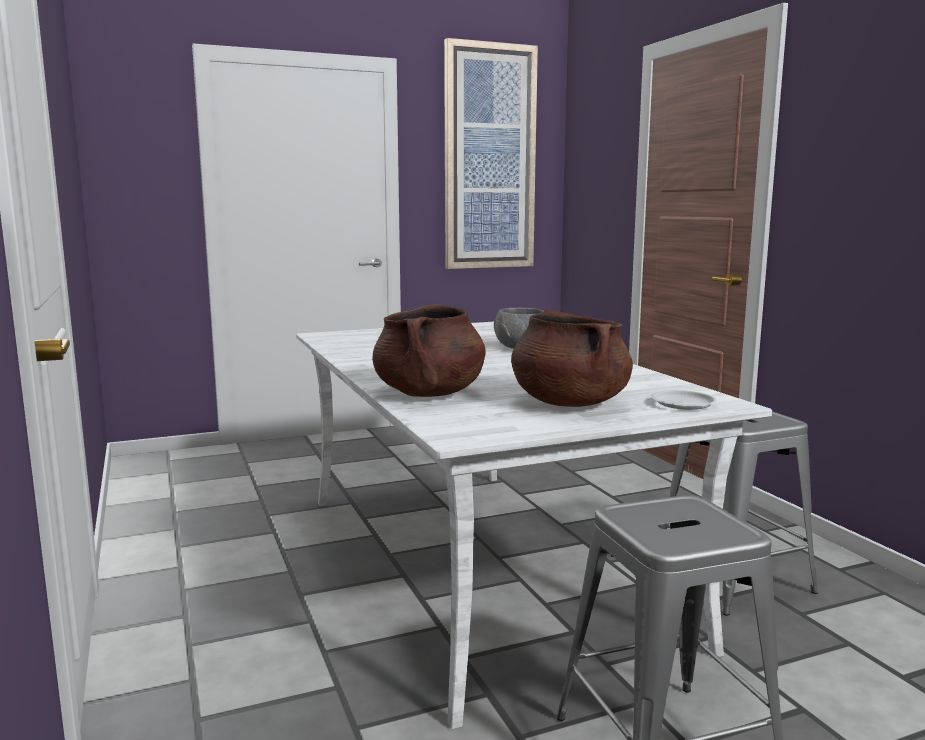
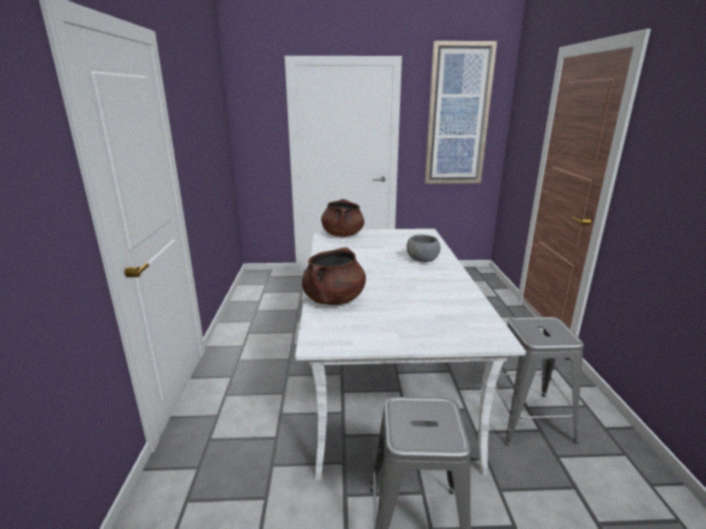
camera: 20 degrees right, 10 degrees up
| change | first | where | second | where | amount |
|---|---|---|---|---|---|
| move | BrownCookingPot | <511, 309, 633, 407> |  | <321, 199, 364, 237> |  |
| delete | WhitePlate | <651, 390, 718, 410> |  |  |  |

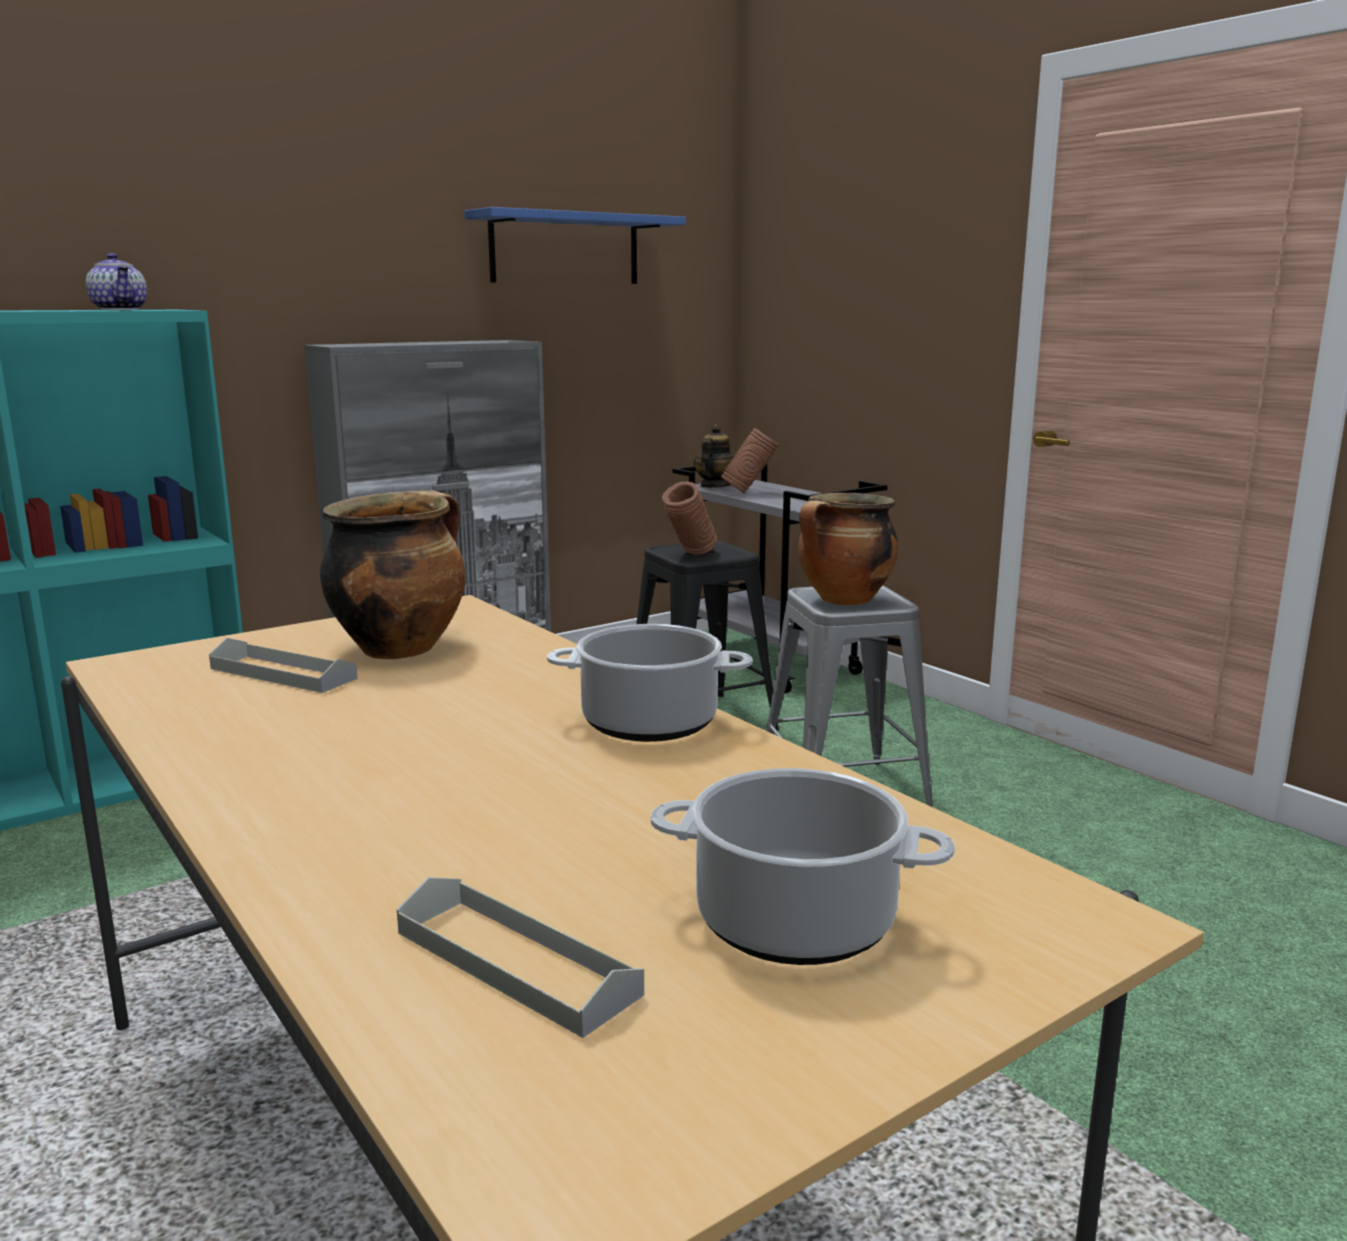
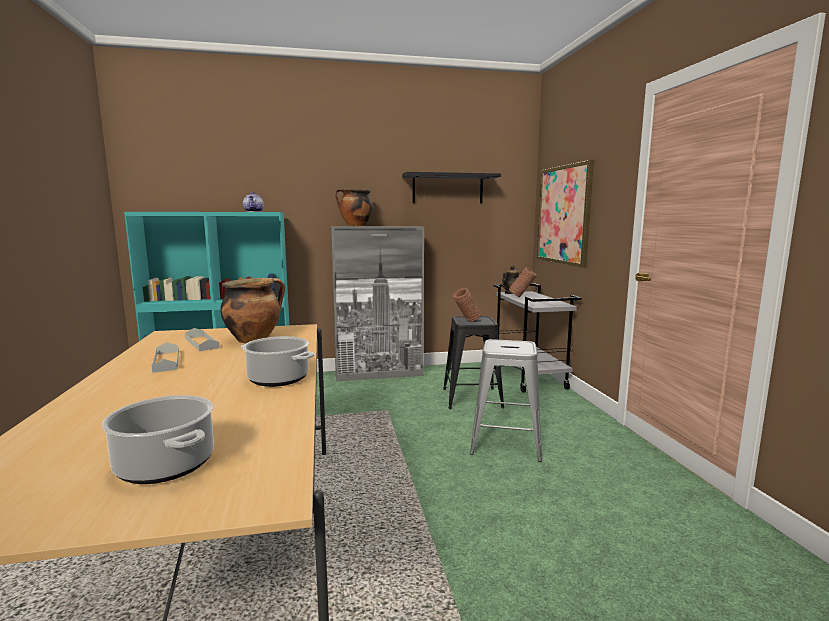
camera: 25 degrees right, 5 degrees down
| change | first | where | second | where | amount |
|---|---|---|---|---|---|
| move | GreyTray | <397, 877, 644, 1038> |  | <152, 342, 179, 373> |  |
| recolor | BlueShelf | <464, 207, 686, 284> | BlackShelf | <402, 172, 501, 203> |  |
| move | CookingPot | <798, 493, 898, 606> |  | <335, 189, 373, 226> |  |
| insert |  |  | Picture | <536, 160, 594, 268> |  |

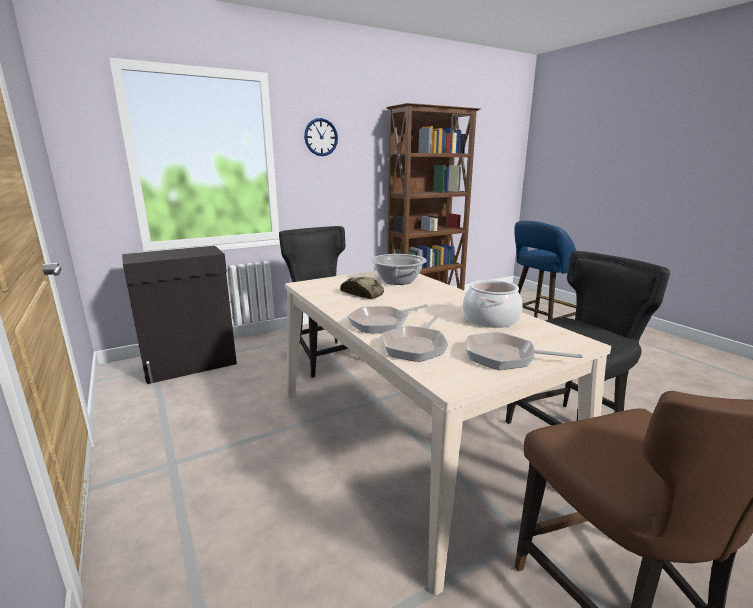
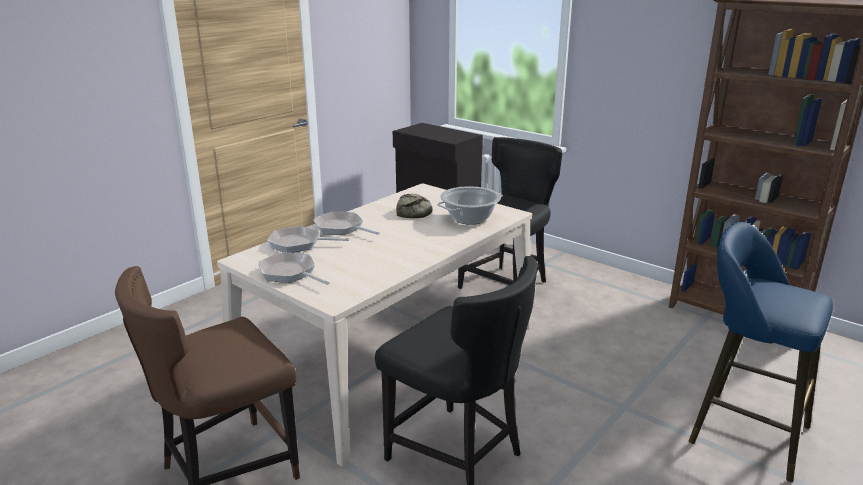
camera: 70 degrees right, 5 degrees up
| change | first | where | second | where | amount |
|---|---|---|---|---|---|
| delete | WallClock | <304, 118, 338, 156> |  |  |  |
| delete | CookingPot | <463, 280, 523, 328> |  |  |  |
| rotate | FryingPan | <465, 332, 583, 370> |  | <259, 252, 330, 285> | 45 degrees counterclockwise |

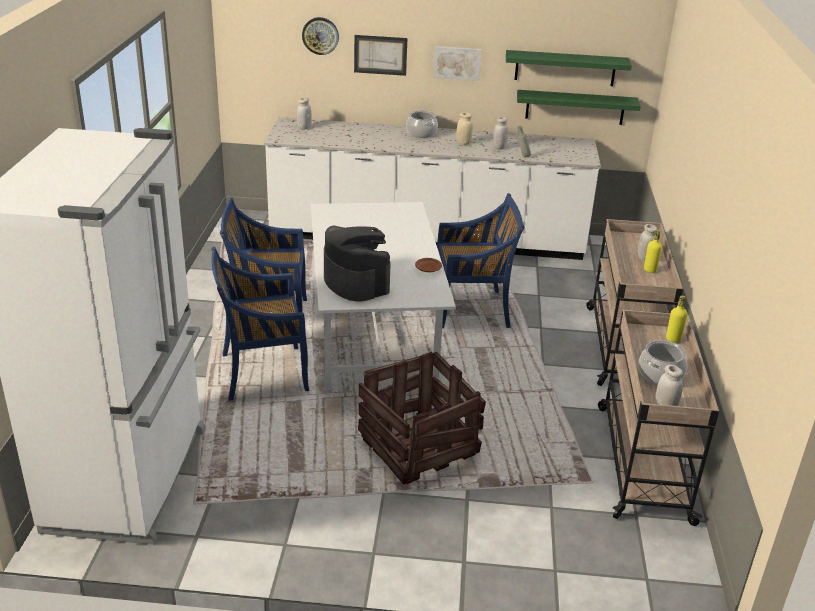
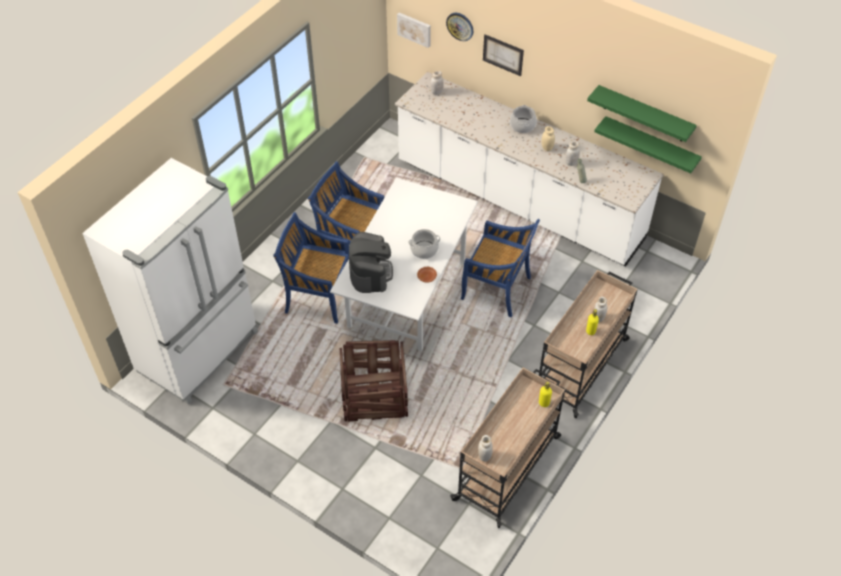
camera: 30 degrees right, 20 degrees up
| change | first | where | second | where | amount |
|---|---|---|---|---|---|
| move | Picture | <433, 46, 482, 81> |  | <397, 13, 431, 48> |  |
| move | CookingPot | <638, 340, 687, 385> |  | <408, 229, 440, 259> |  |

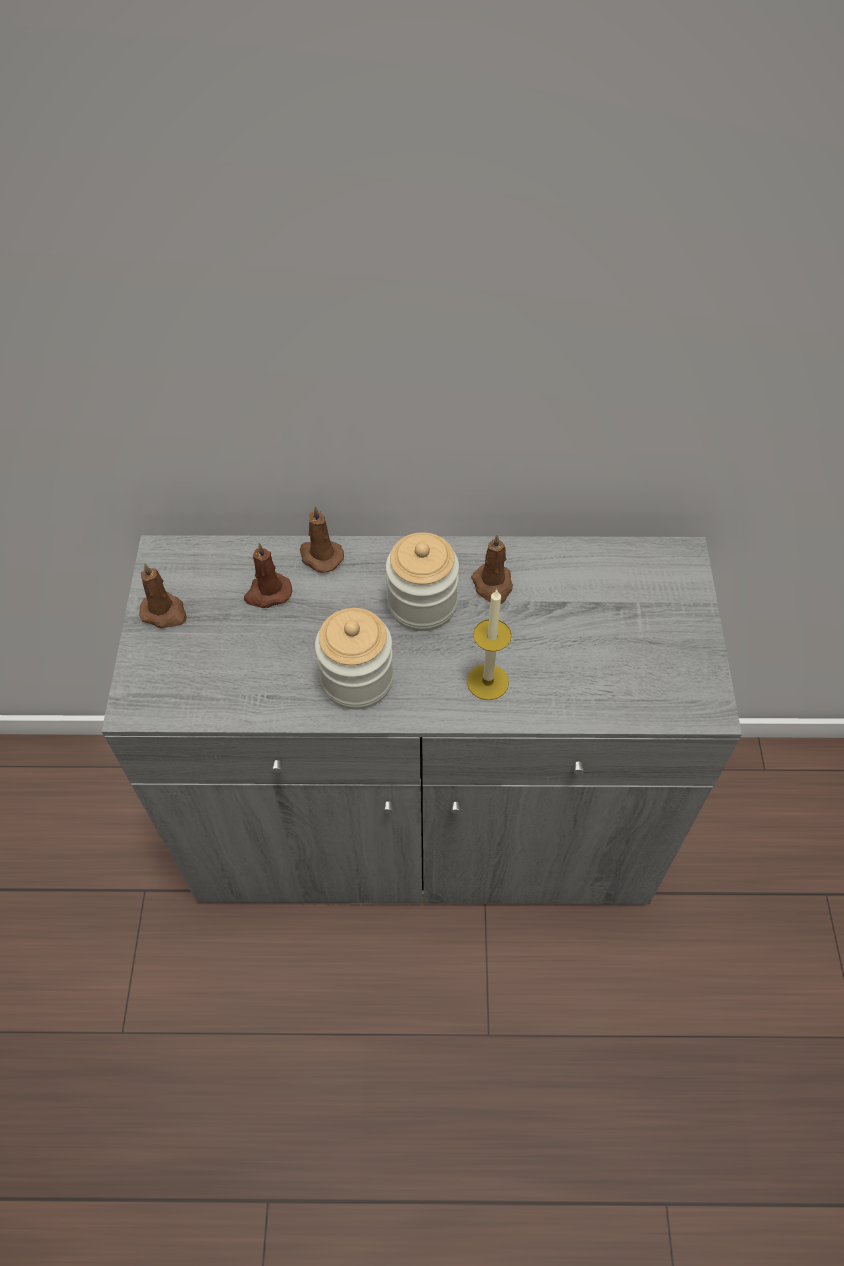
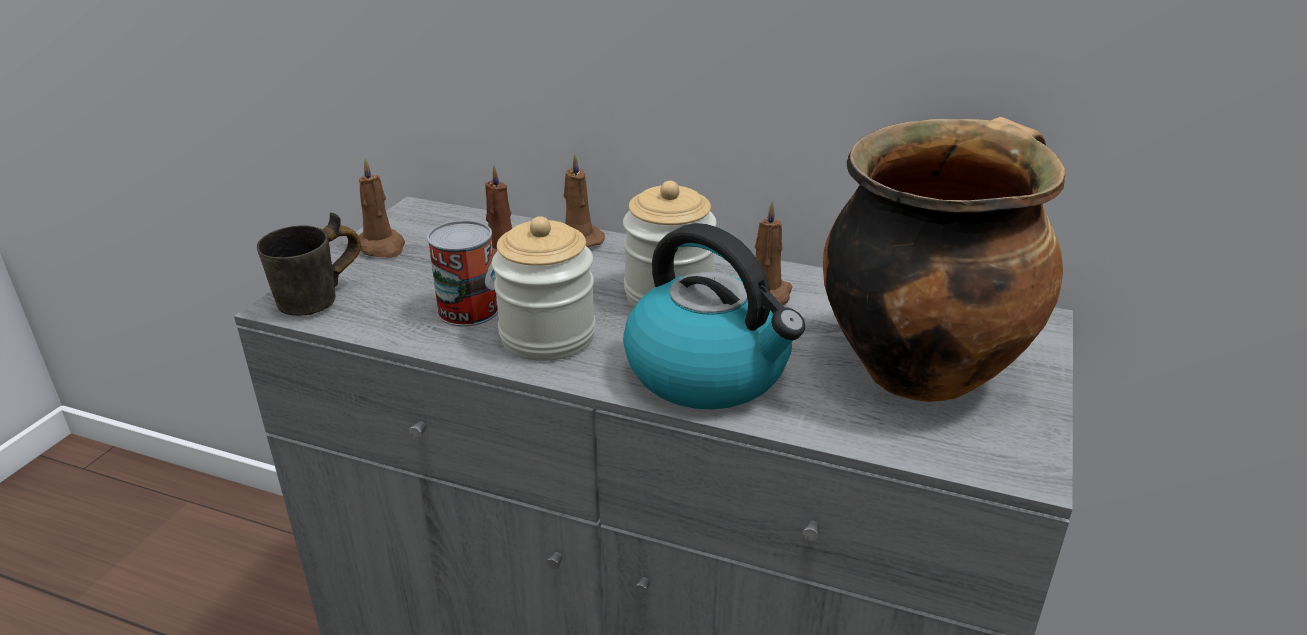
camera: 20 degrees right, 25 degrees down
| change | first | where | second | where | amount |
|---|---|---|---|---|---|
| replace | Candle | <467, 589, 512, 700> | Kettle | <623, 223, 805, 409> |  |
| insert |  |  | GreyMug | <257, 212, 361, 316> |  |
| insert |  |  | Can | <427, 220, 498, 326> |  |
| insert |  |  | CookingPot | <823, 117, 1065, 402> |  |

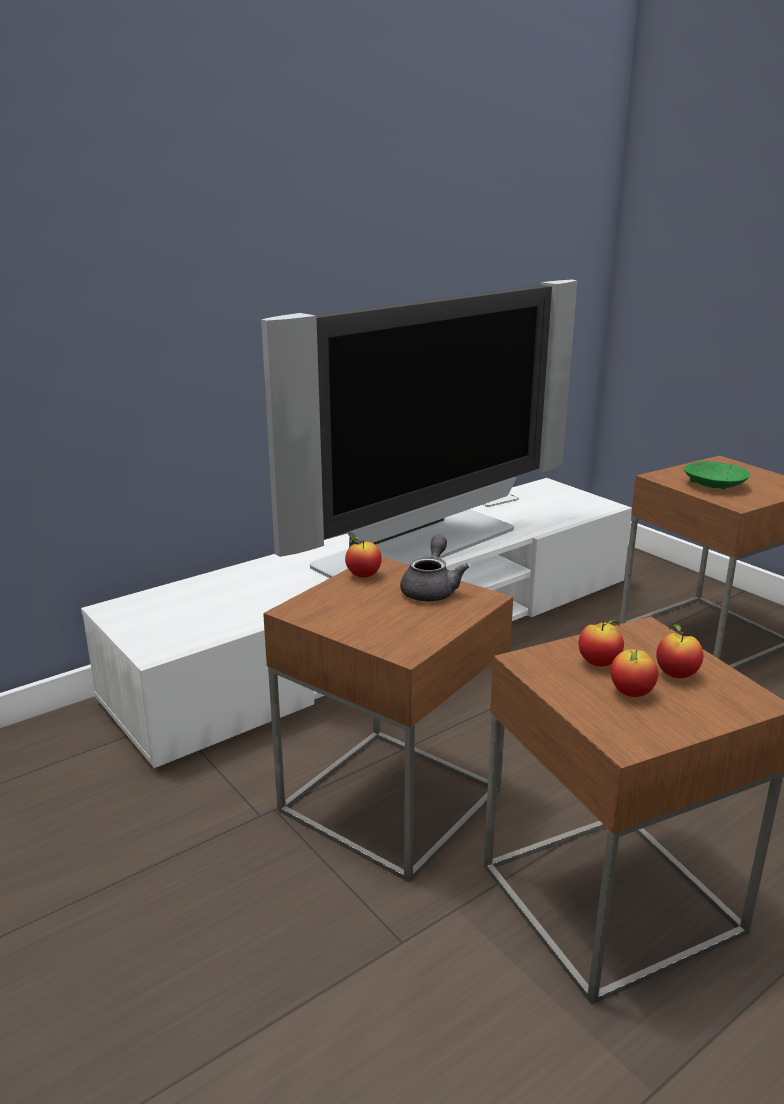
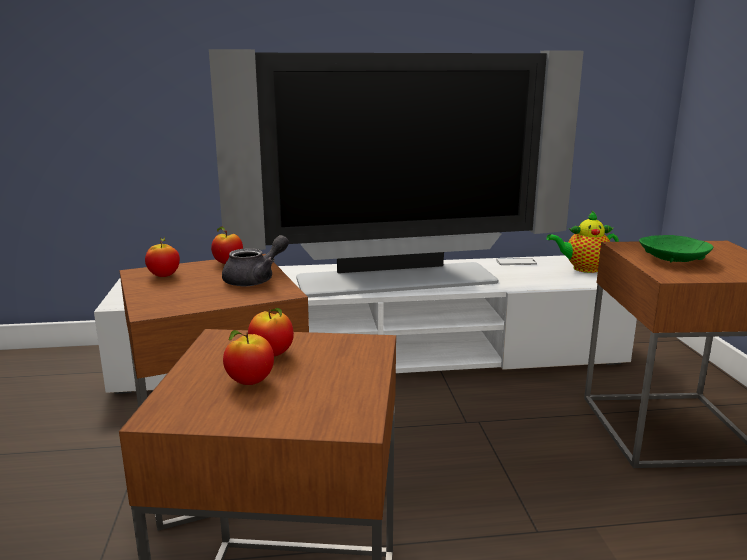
camera: 30 degrees right, 5 degrees down
| change | first | where | second | where | amount |
|---|---|---|---|---|---|
| move | Apple | <656, 624, 703, 678> |  | <145, 236, 180, 277> |  |
| insert |  |  | Teapot | <547, 211, 619, 273> |  |

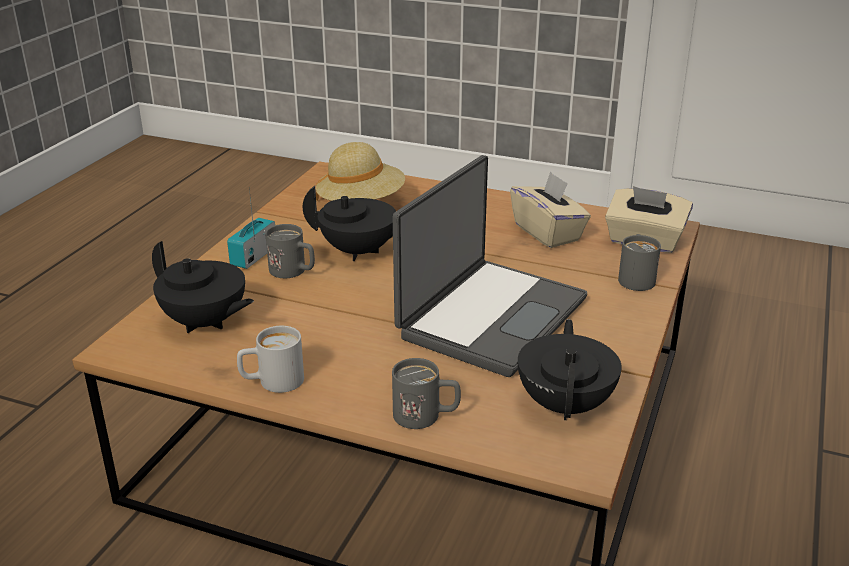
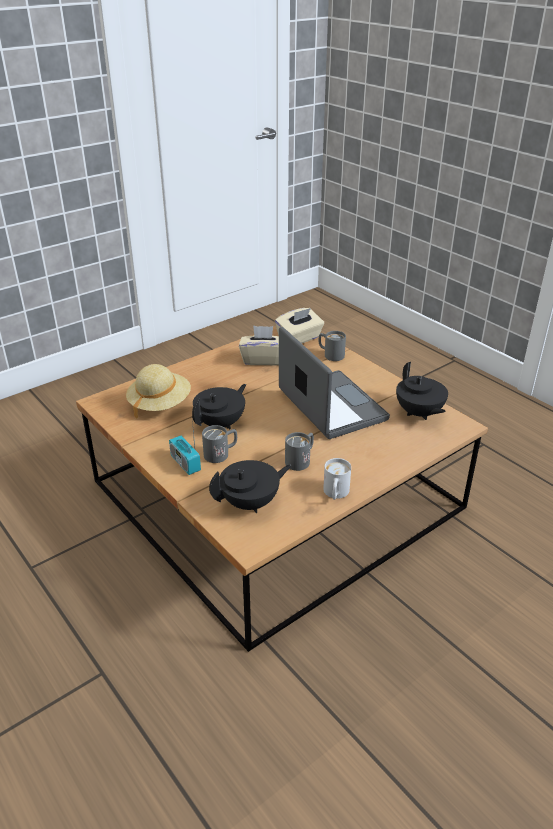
camera: 60 degrees left, 5 degrees up
| change | first | where | second | where | amount |
|---|---|---|---|---|---|
| move | GreyMug | <392, 358, 461, 429> |  | <285, 432, 314, 471> |  |
| rotate | BlackTeapot | <518, 319, 622, 420> |  | <396, 362, 448, 420> | 150 degrees counterclockwise |

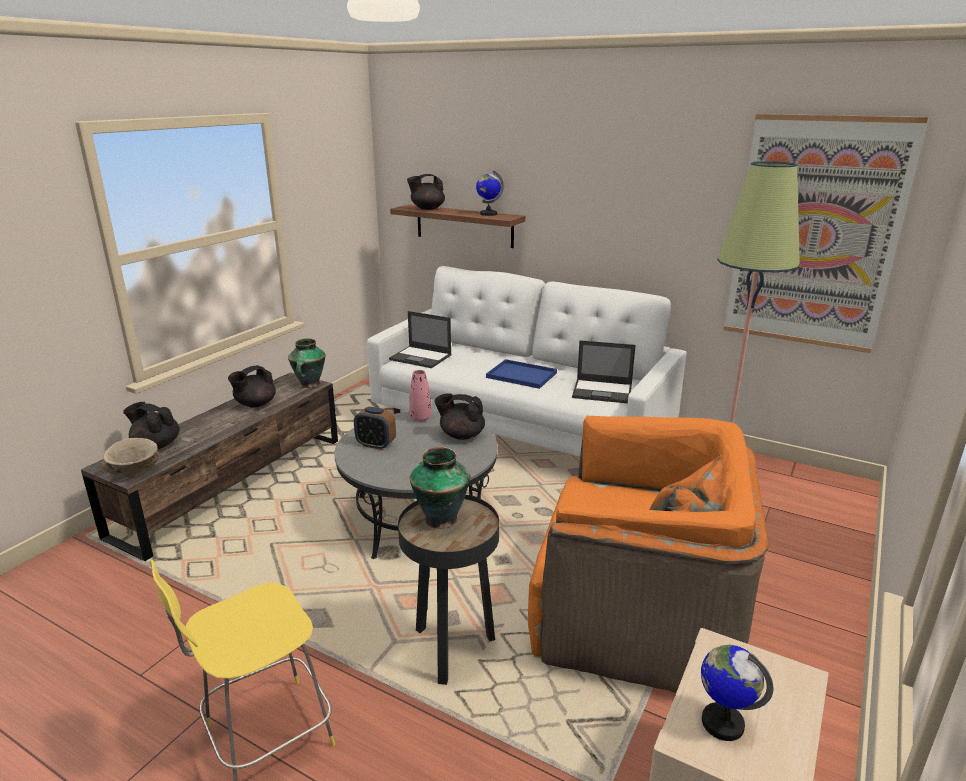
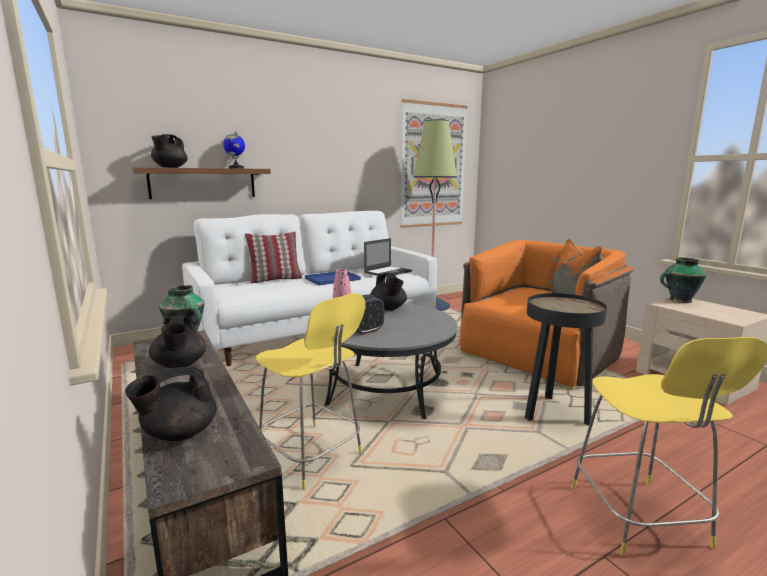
camera: 60 degrees left, 10 degrees down
| change | first | where | second | where | amount |
|---|---|---|---|---|---|
| delete | BeigeBowl | <103, 438, 159, 477> |  |  |  |
| delete | Laptop | <389, 311, 452, 368> |  |  |  |
| move | Vase | <410, 447, 470, 529> |  | <660, 257, 706, 303> |  |
| rotate | BlackTeapot | <434, 393, 485, 440> |  | <370, 273, 407, 311> | 60 degrees counterclockwise |
| delete | Globe | <701, 645, 773, 741> |  |  |  |
| insert |  |  | Pillow | <245, 231, 302, 283> |  |
| insert |  |  | YellowStool | <256, 293, 366, 490> |  |

